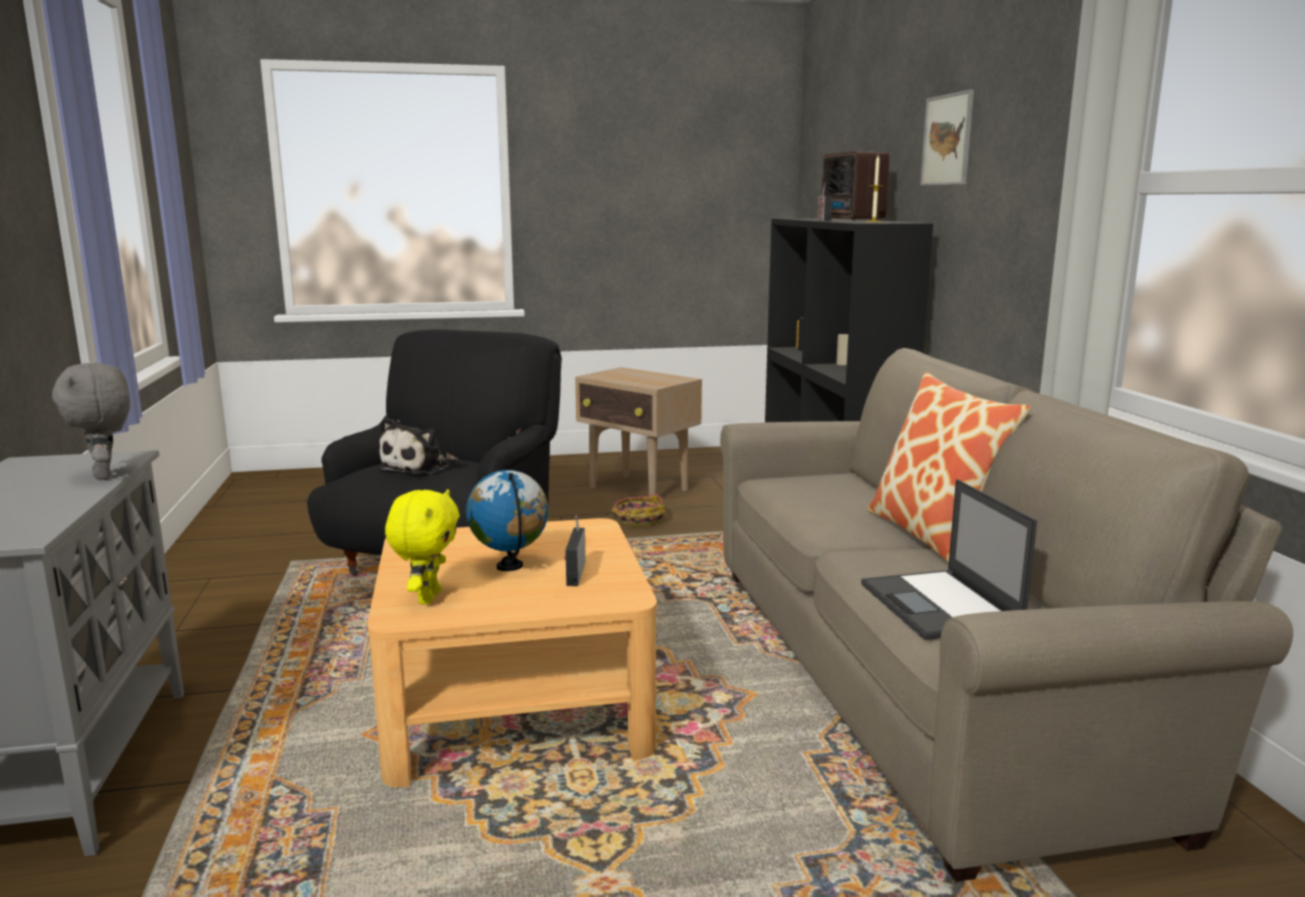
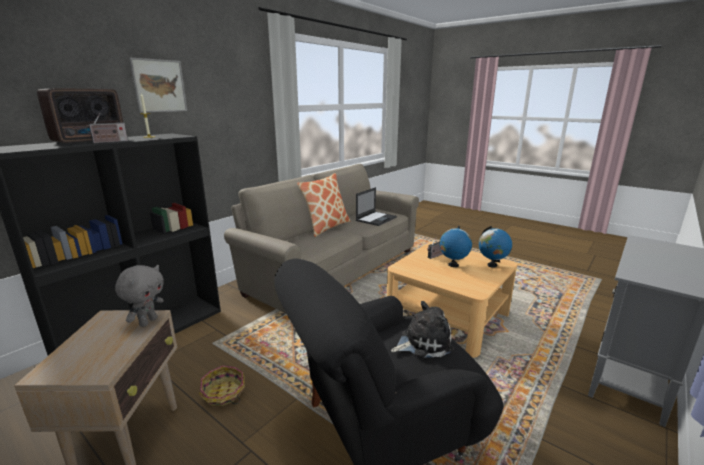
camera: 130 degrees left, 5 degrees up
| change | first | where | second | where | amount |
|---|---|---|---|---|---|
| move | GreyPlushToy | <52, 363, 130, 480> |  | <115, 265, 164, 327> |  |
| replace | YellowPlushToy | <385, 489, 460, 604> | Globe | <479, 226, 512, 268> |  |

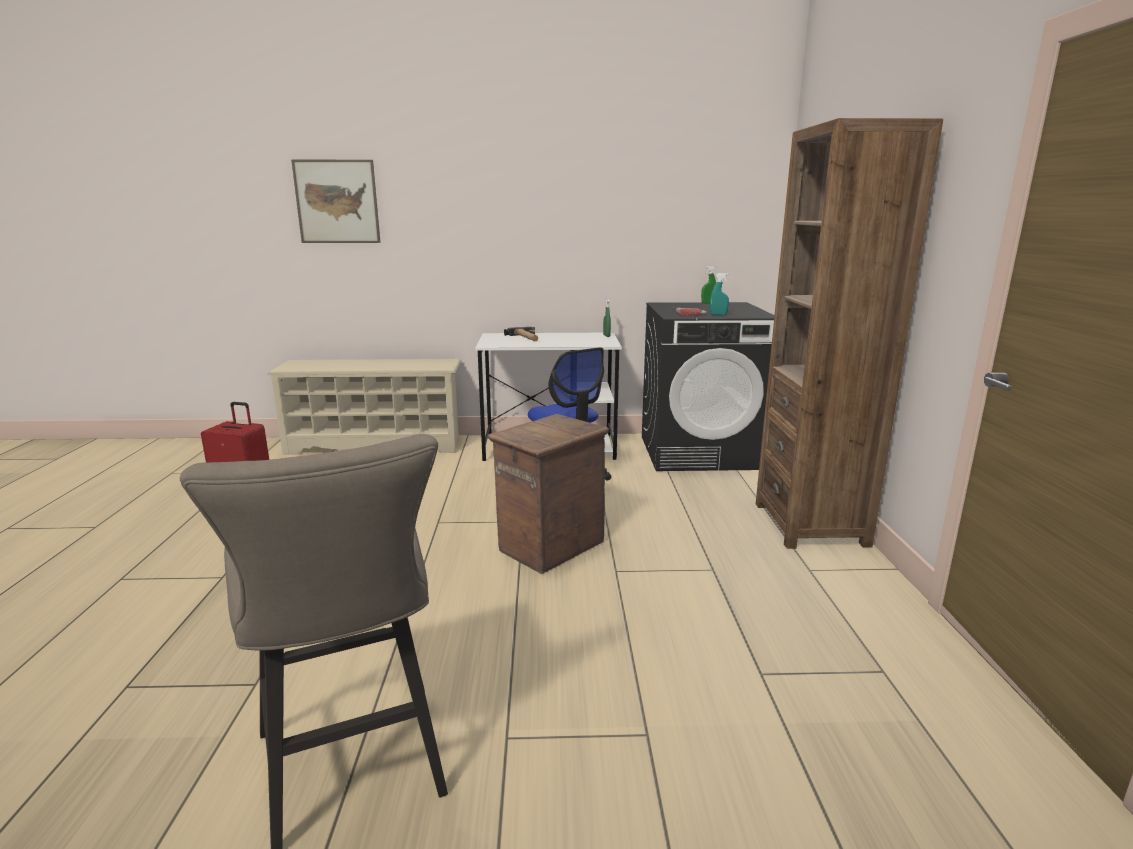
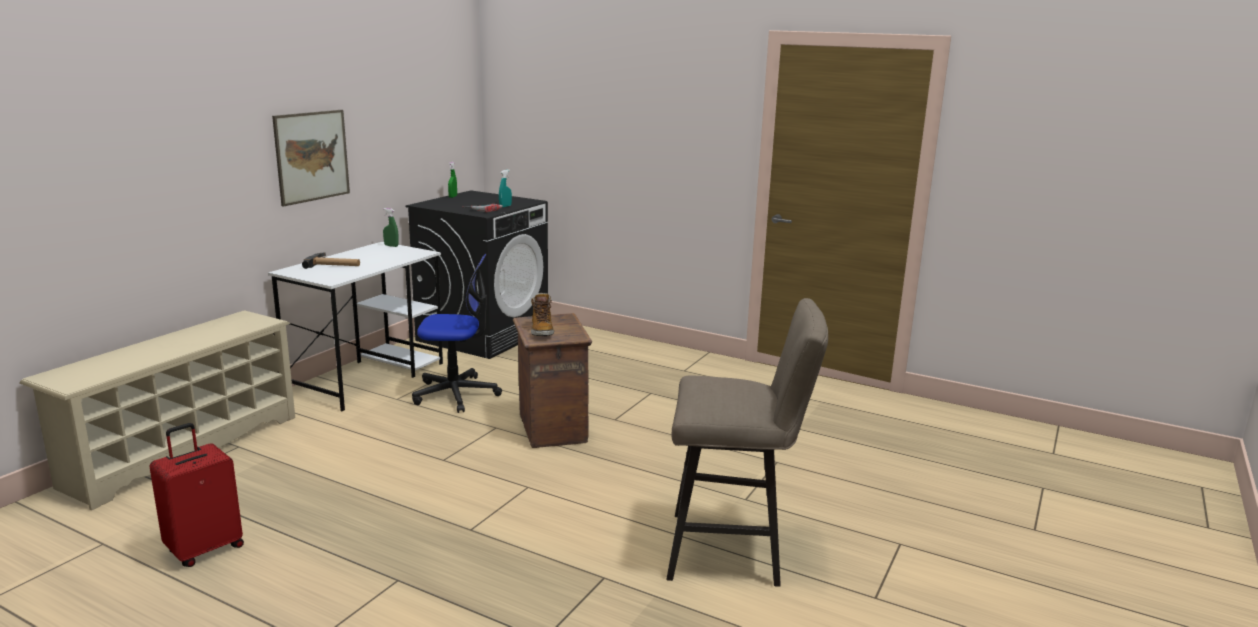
camera: 60 degrees left, 0 degrees up
| change | first | where | second | where | amount |
|---|---|---|---|---|---|
| move | Picture | <291, 159, 381, 243> |  | <272, 110, 350, 207> |  |
| delete | BrownBookcase | <756, 118, 943, 549> |  |  |  |
| insert |  |  | Boot | <531, 293, 554, 336> |  |

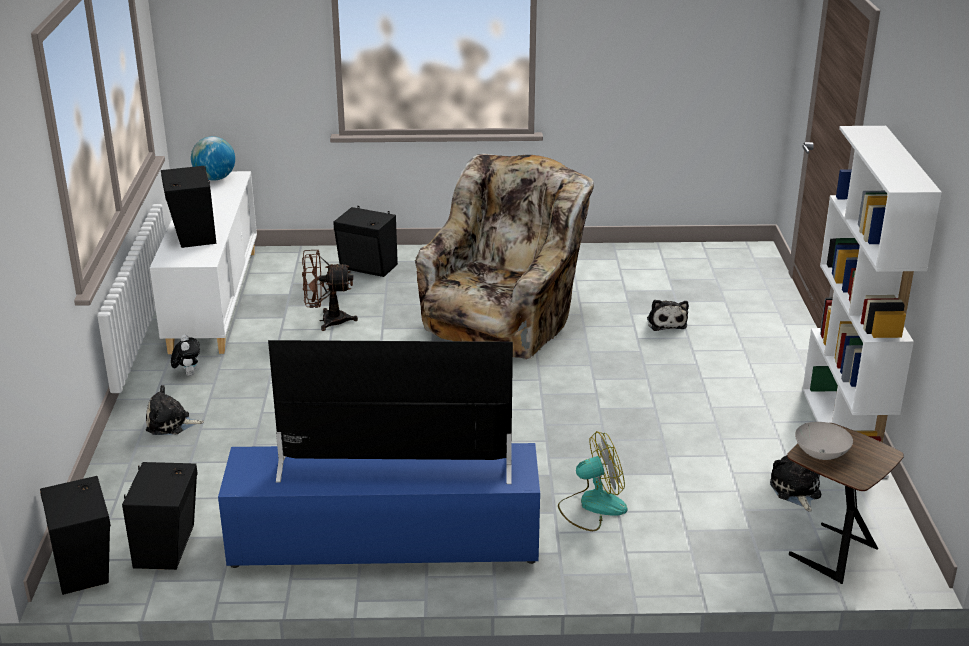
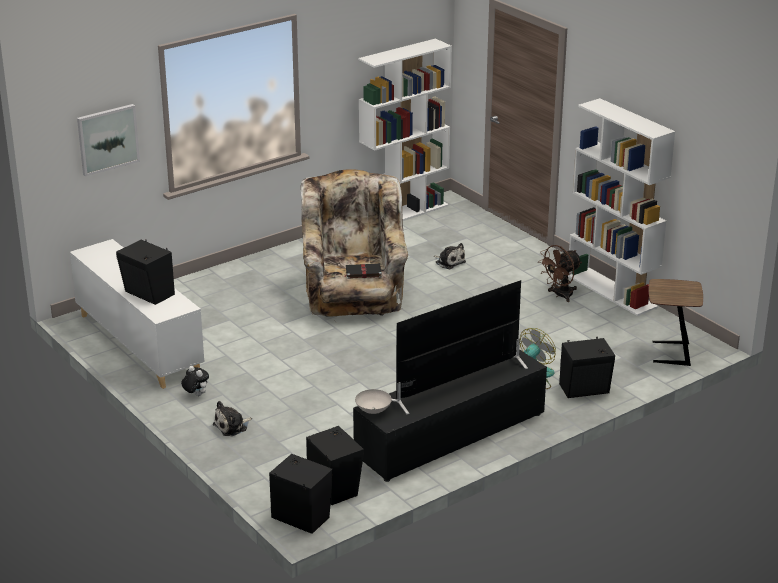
camera: 35 degrees left, 0 degrees up
| change | first | where | second | where | amount |
|---|---|---|---|---|---|
| delete | Globe | <191, 136, 235, 181> |  |  |  |
| recolor | BlueTvStand | <218, 443, 540, 568> | BlackTvStand | <353, 349, 547, 482> |  |
| move | BrownFan | <302, 250, 358, 331> |  | <538, 245, 582, 302> |  |
| move | BlackSpeaker | <333, 206, 398, 277> |  | <559, 337, 615, 398> |  |
| delete | PlushToy | <770, 455, 821, 512> |  |  |  |
| move | WhiteBowl | <795, 422, 853, 460> |  | <355, 389, 392, 414> |  |
| insert |  |  | Picture | <77, 104, 140, 176> |  |
| insert |  |  | BlackBook | <344, 264, 382, 279> |  |
| insert |  |  | WhiteBookcase | <358, 39, 452, 221> |  |

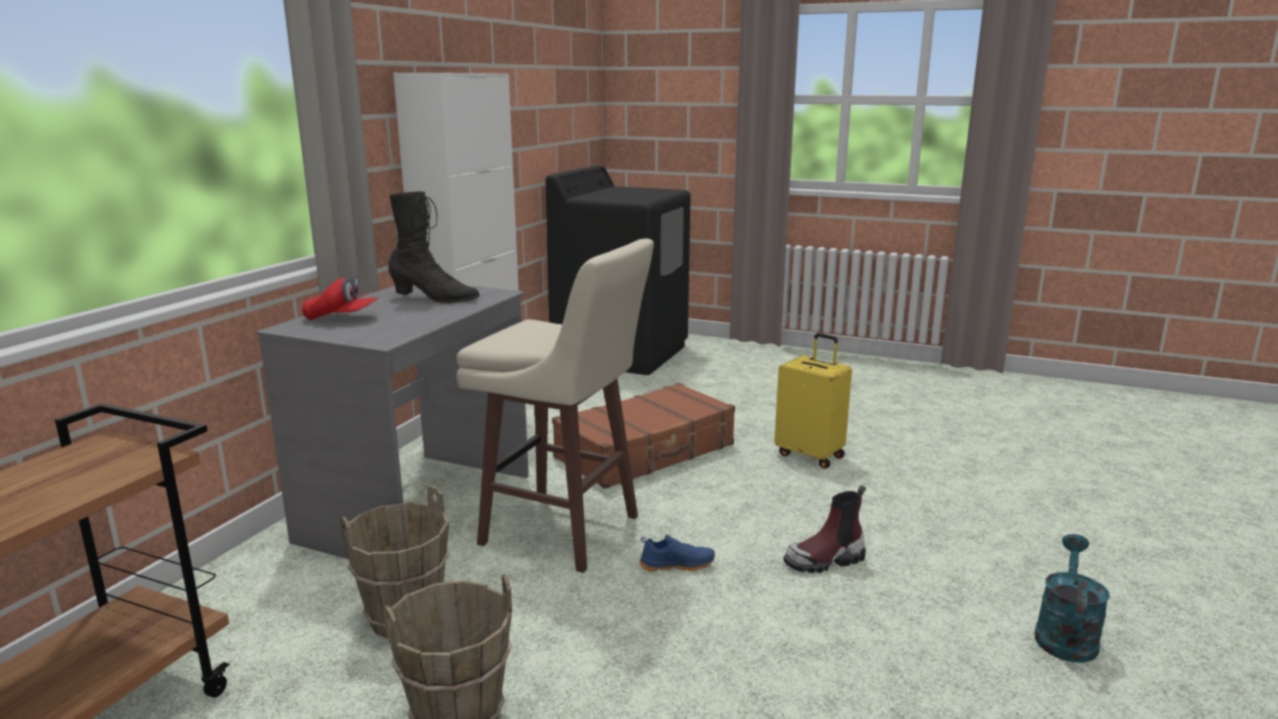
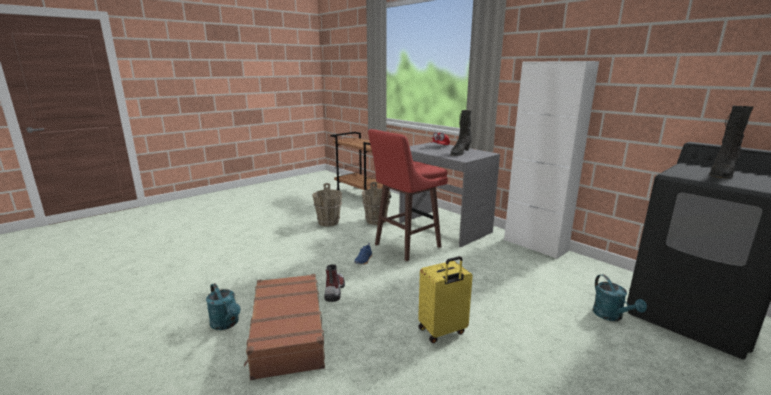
camera: 115 degrees right, 0 degrees up
| change | first | where | second | where | amount |
|---|---|---|---|---|---|
| recolor | BeigeStool | <457, 239, 654, 573> | RedStool | <368, 129, 448, 261> |  |
| move | BrownSuitcase | <552, 383, 735, 489> |  | <244, 274, 325, 380> |  |
| insert |  |  | TurquoiseWateringCan | <593, 274, 647, 321> |  |
| insert |  |  | BlackBoot | <709, 106, 754, 178> |  |

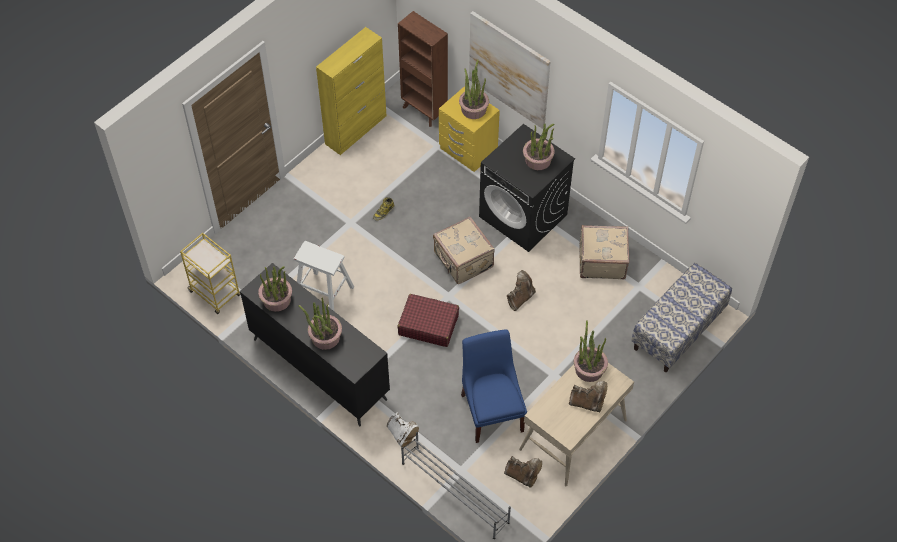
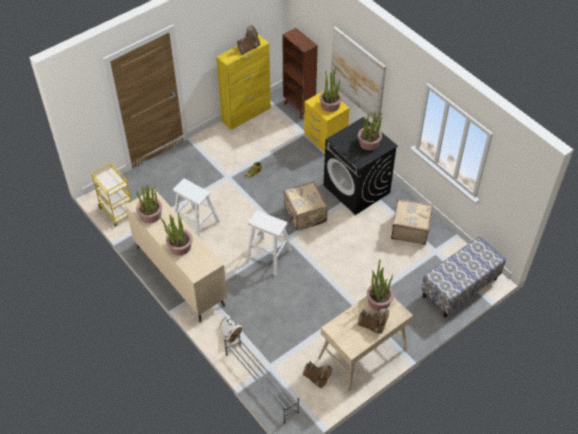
camera: 10 degrees right, 5 degrees down
| change | first | where | second | where | amount |
|---|---|---|---|---|---|
| recolor | BlackDresser | <240, 263, 390, 427> | BeigeDresser | <125, 189, 227, 322> |  |
| replace | RedSuitcase | <398, 294, 459, 347> | WhiteStool | <245, 210, 292, 276> |  |
| delete | BlueChair | <461, 329, 527, 443> |  |  |  |
| move | BrownBoot | <507, 270, 536, 311> |  | <237, 25, 260, 55> |  |

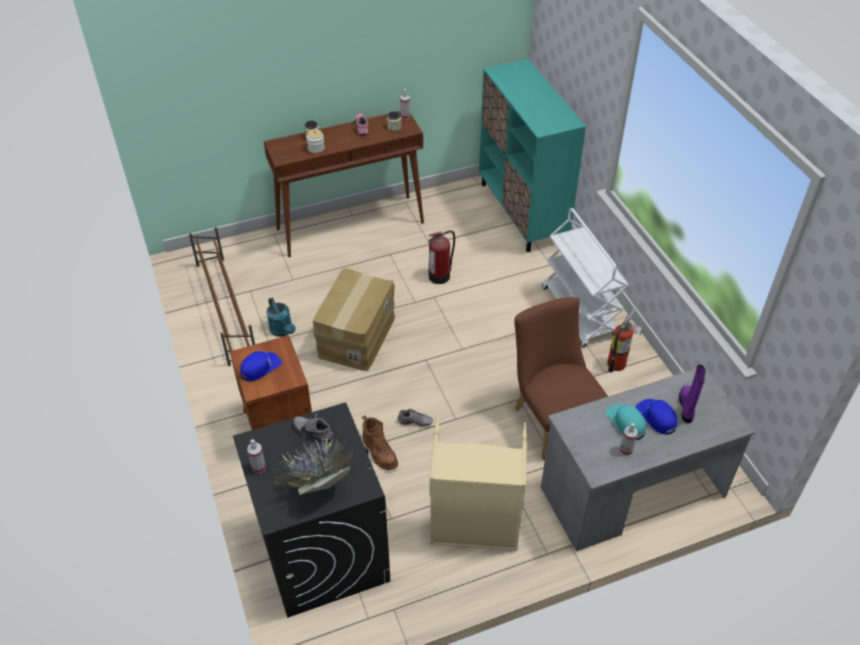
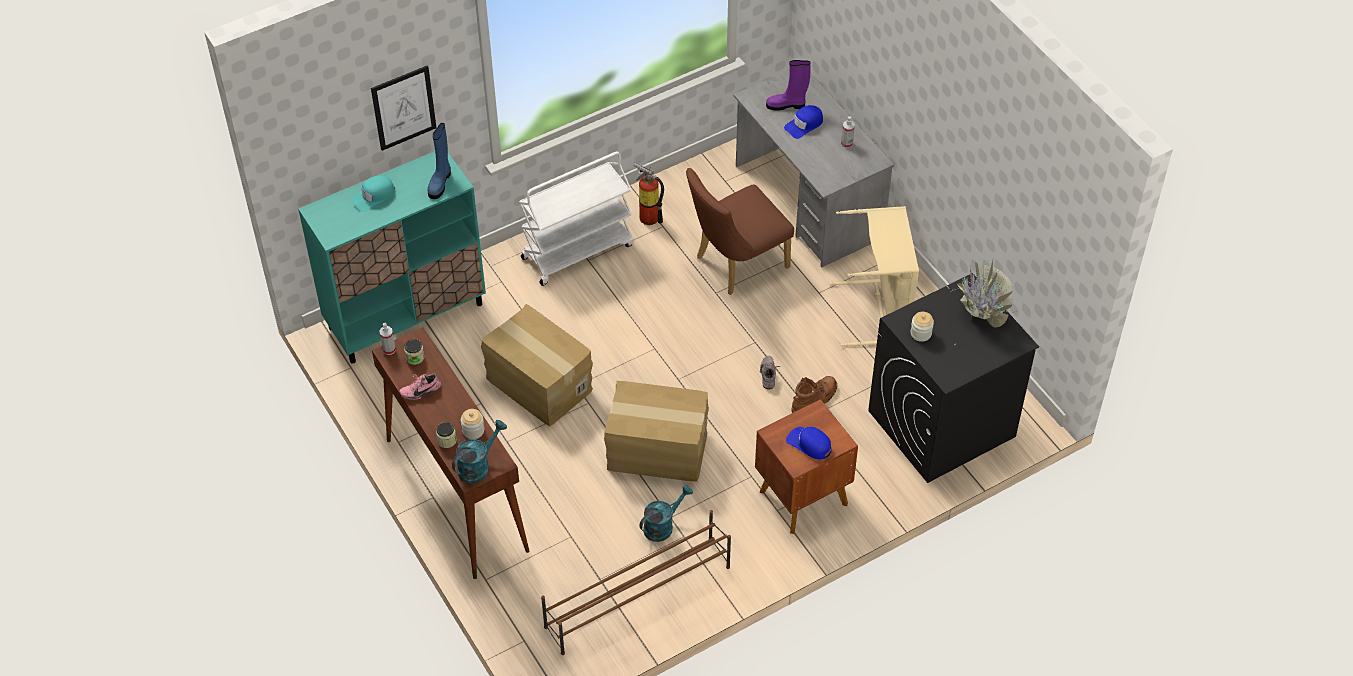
camera: 100 degrees left, 5 degrees up
| change | first | where | second | where | amount |
|---|---|---|---|---|---|
| delete | SprayBottle | <247, 439, 266, 474> |  |  |  |
| replace | GreyShoe | <294, 413, 333, 442> | Jar | <910, 312, 934, 342> |  |
| replace | FireExtinguisher | <428, 230, 455, 284> | CardboardBox | <481, 304, 593, 426> |  |
| move | TurquoiseCap | <605, 404, 646, 440> |  | <351, 175, 395, 212> |  |
| insert |  |  | Picture | <371, 65, 436, 151> |  |
| insert |  |  | BlueBoot | <428, 123, 451, 199> |  |
| insert |  |  | TurquoiseWateringCan | <452, 420, 507, 483> |  |

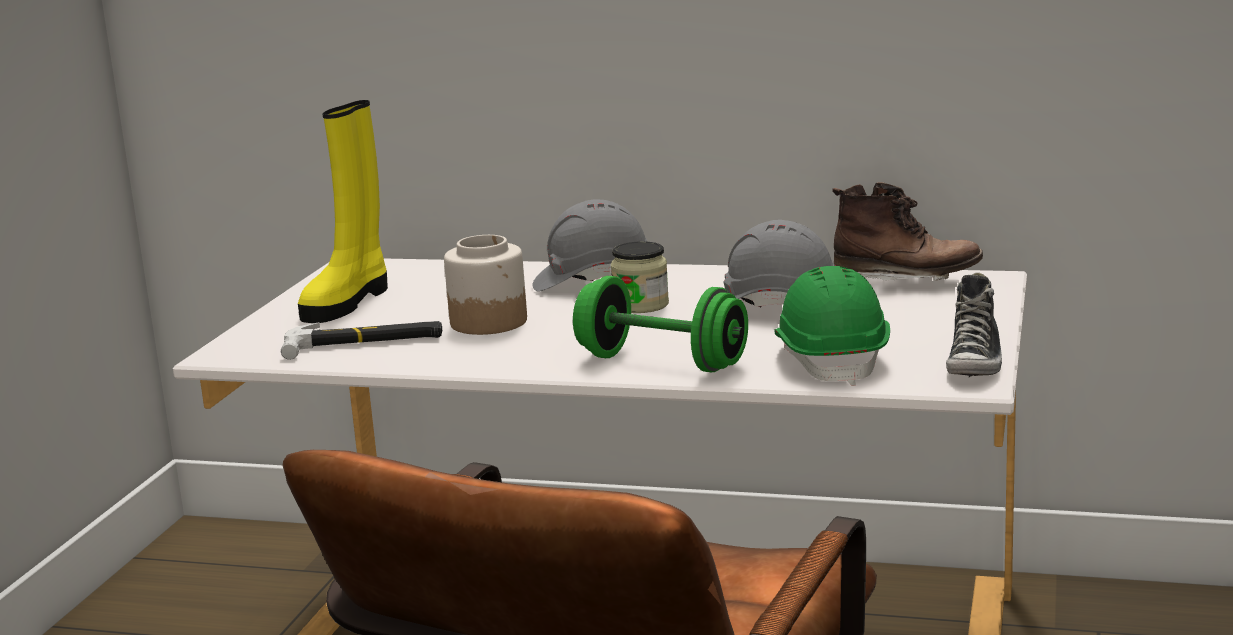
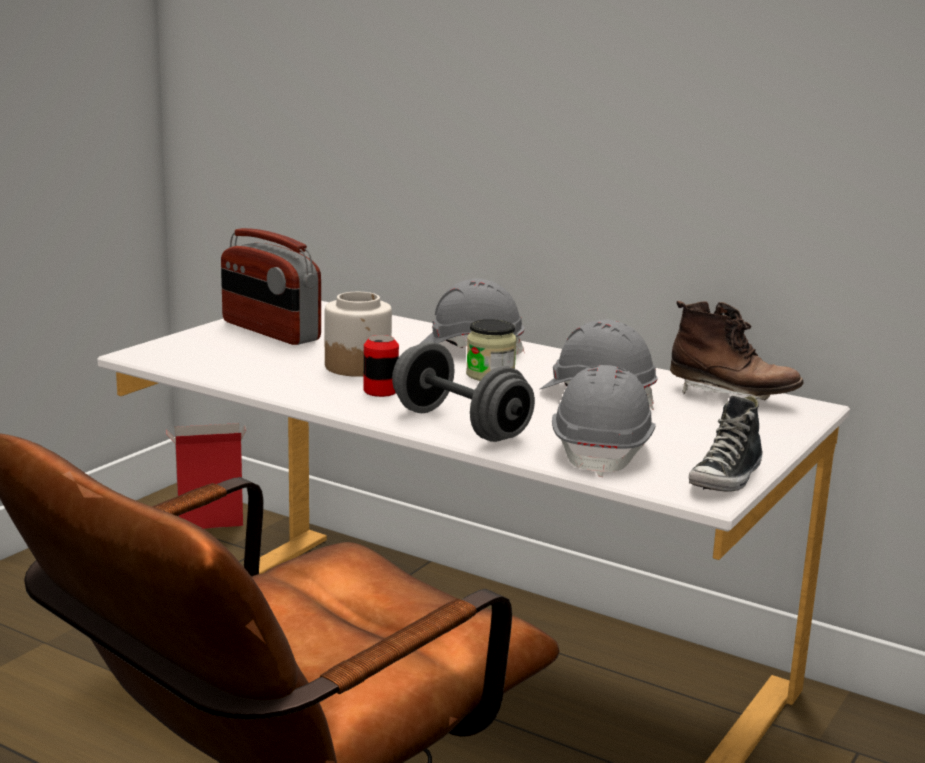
camera: 15 degrees right, 0 degrees up
| change | first | where | second | where | amount |
|---|---|---|---|---|---|
| delete | Hammer | <281, 321, 442, 360> |  |  |  |
| replace | YellowBoot | <298, 100, 388, 323> | Radio | <221, 228, 321, 345> |  |
| recolor | GreenDumbbell | <573, 276, 748, 372> | GreyDumbbell | <392, 342, 535, 442> |  |
| recolor | GreenHardHat | <774, 266, 890, 386> | GreyHardHat | <552, 365, 656, 477> |  |
| insert |  |  | CardboardBox | <166, 423, 246, 529> |  |
| insert |  |  | Can | <363, 335, 399, 397> |  |

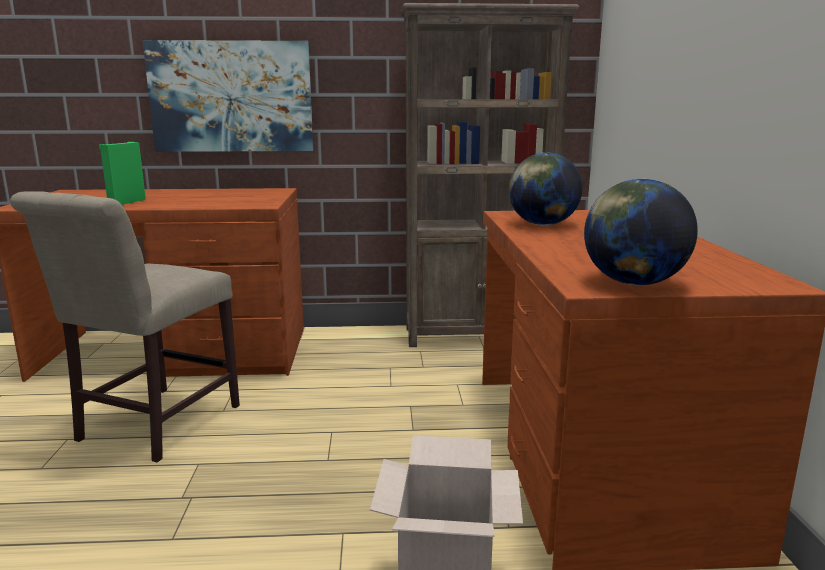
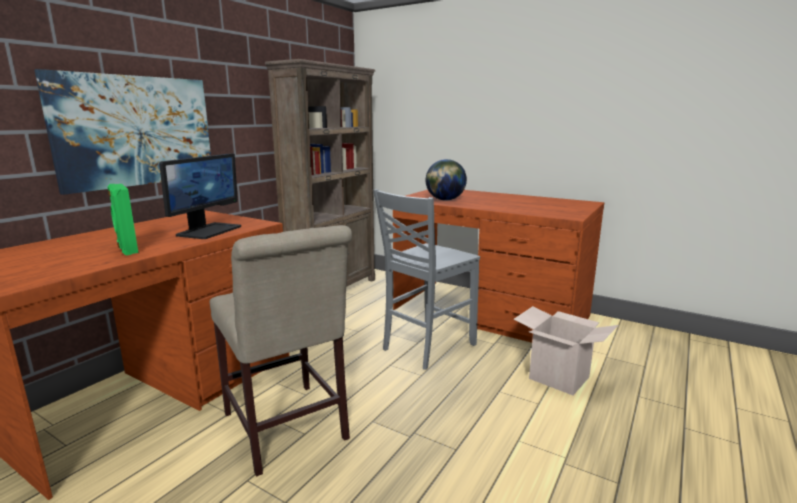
camera: 55 degrees left, 0 degrees up
| change | first | where | second | where | amount |
|---|---|---|---|---|---|
| delete | Globe | <584, 179, 698, 285> |  |  |  |
| insert |  |  | Monitor | <159, 153, 241, 239> |  |
| insert |  |  | GreyChair | <373, 189, 480, 370> |  |

